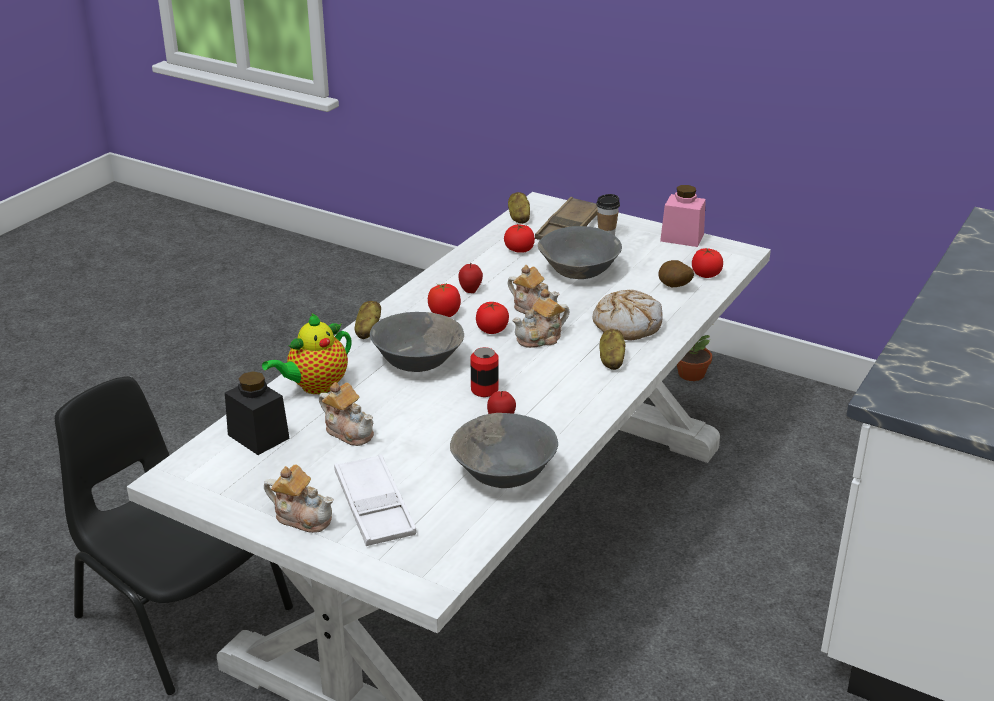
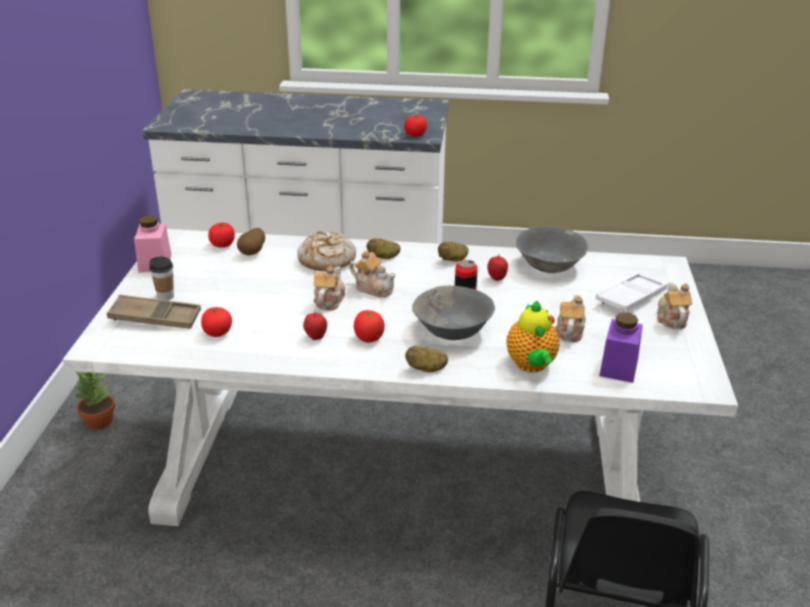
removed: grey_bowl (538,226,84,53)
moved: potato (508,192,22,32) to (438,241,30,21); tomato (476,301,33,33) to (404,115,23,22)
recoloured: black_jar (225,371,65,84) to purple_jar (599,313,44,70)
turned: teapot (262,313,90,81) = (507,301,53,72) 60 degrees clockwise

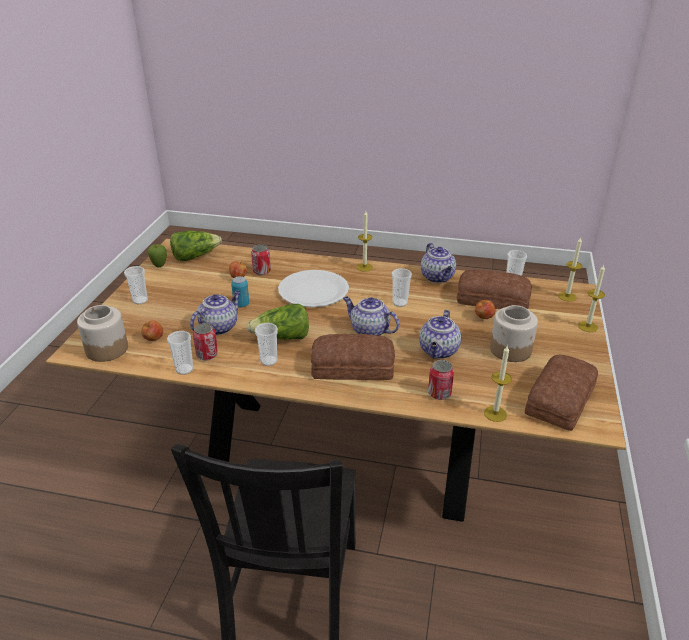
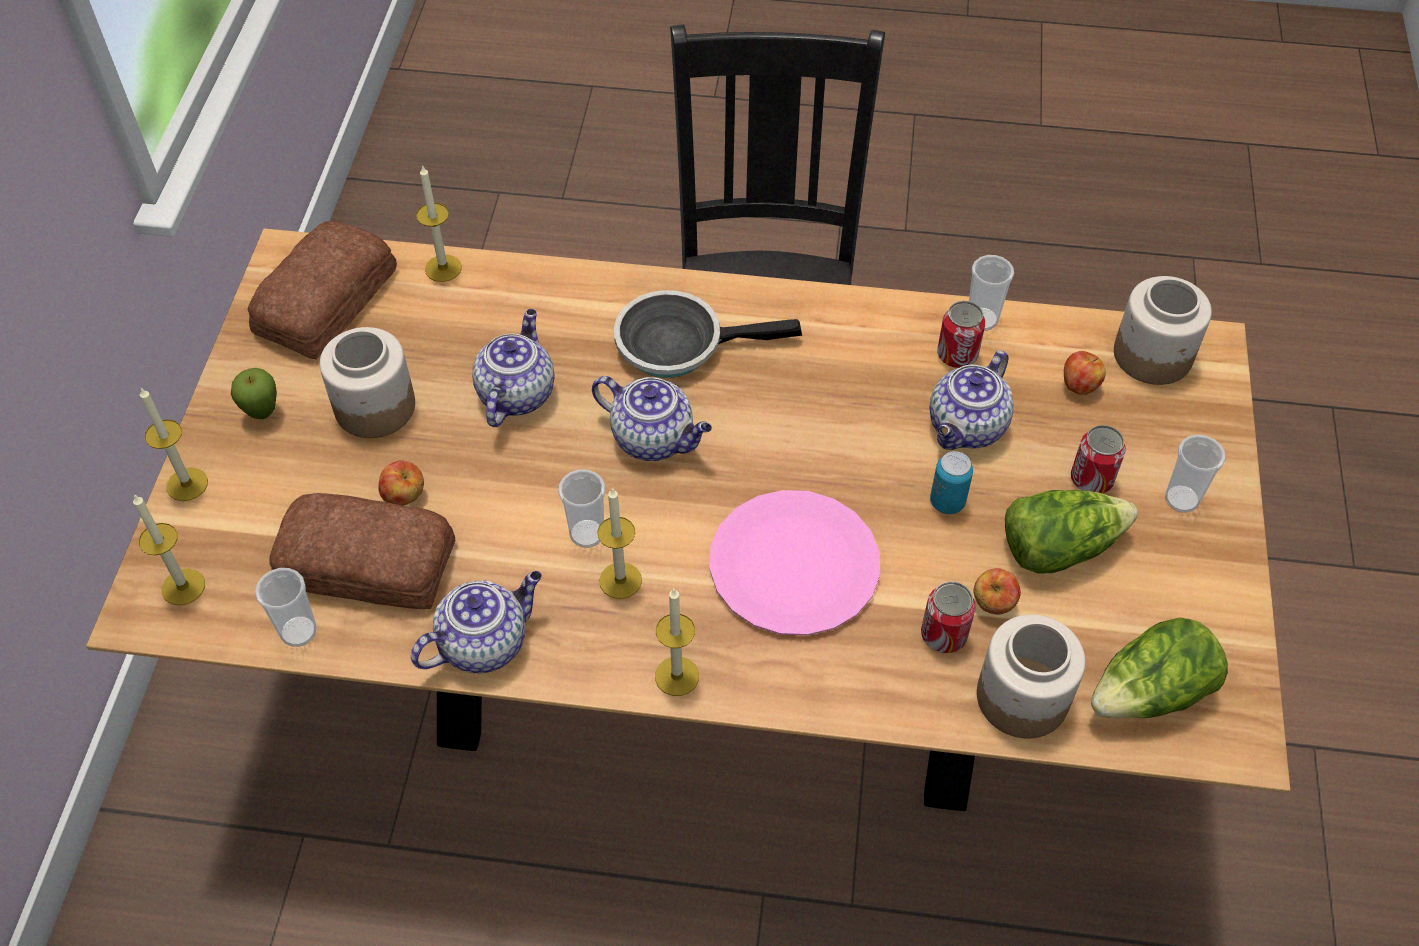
removed: cup (255,323,23,43)
added: candle (597,488,45,111); jar (977,614,108,125)
moved: apple (148,244,19,24) to (231,368,46,51); lettuce (246,304,63,36) to (1005,490,133,83); can (428,360,26,40) to (1071,425,55,69)
replaced: bread (311,334,84,46) to frying_pan (614,290,188,88)
recoloured: white_plate (278,270,71,37) to pink_plate (709,490,171,145)
turned: teapot (421,243,35,40) = (411,571,131,102) 75 degrees clockwise

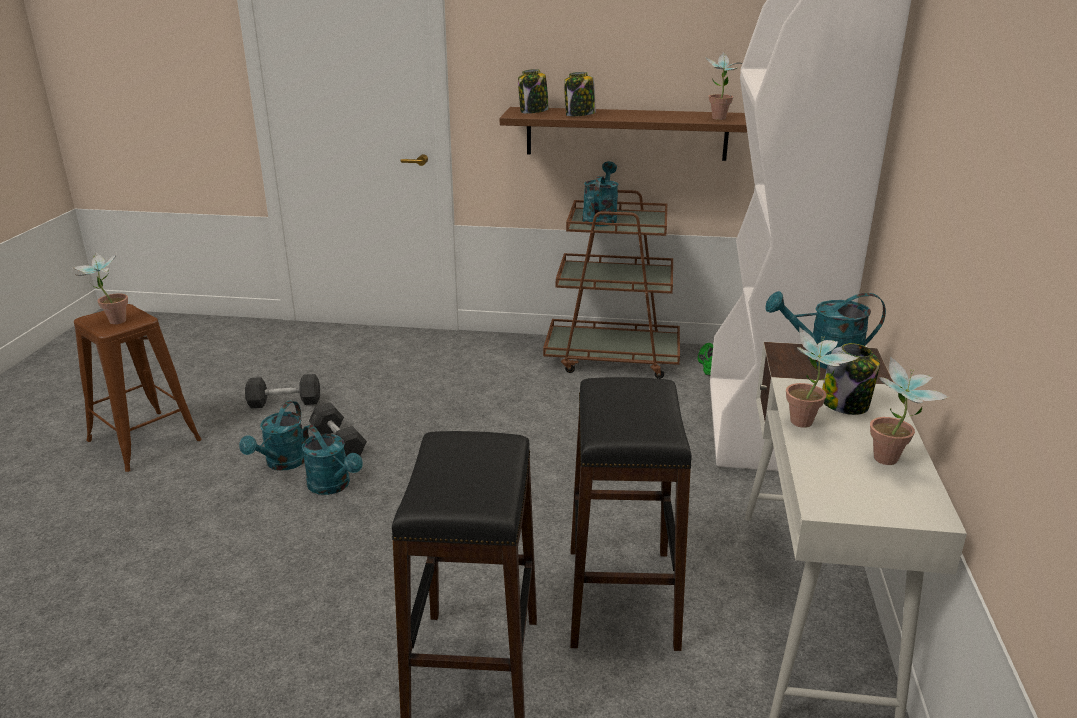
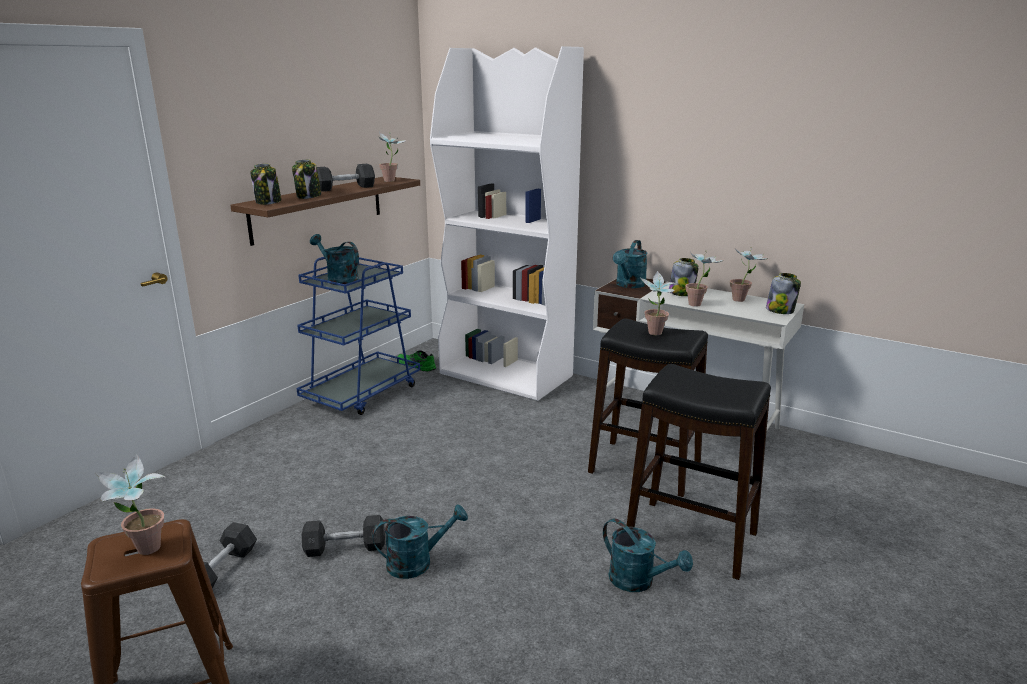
added: grey_dumbbell (317,164,58,28); potted_plant (641,271,36,64); jar (766,273,35,41)
moved: turquoise_watering_can (239,401,65,70) to (603,518,90,74)
recoloured: brown_cart (543,190,137,189) to blue_cart (296,257,124,158)

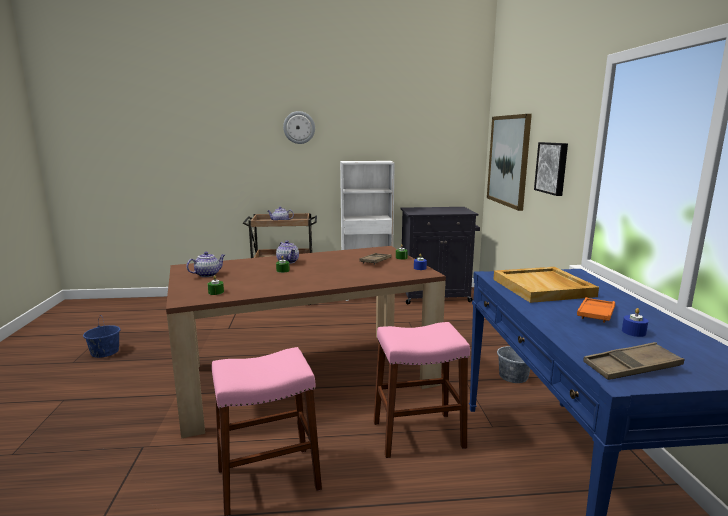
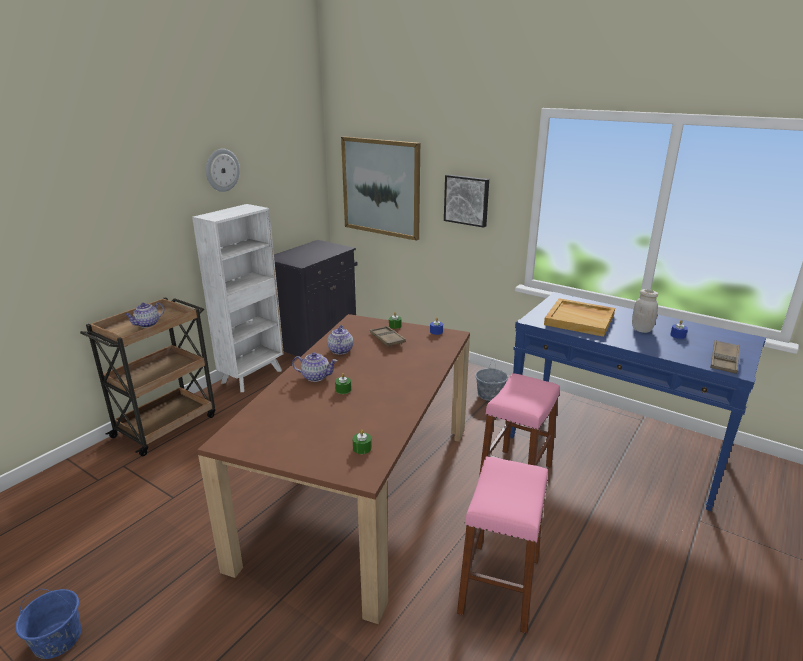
moved: wall_clock (283,111,32,33) to (206,149,34,43); teapot (186,252,39,25) to (327,325,26,29)
replaced: orange_tray (577,297,38,26) to white_jar (632,289,26,44)

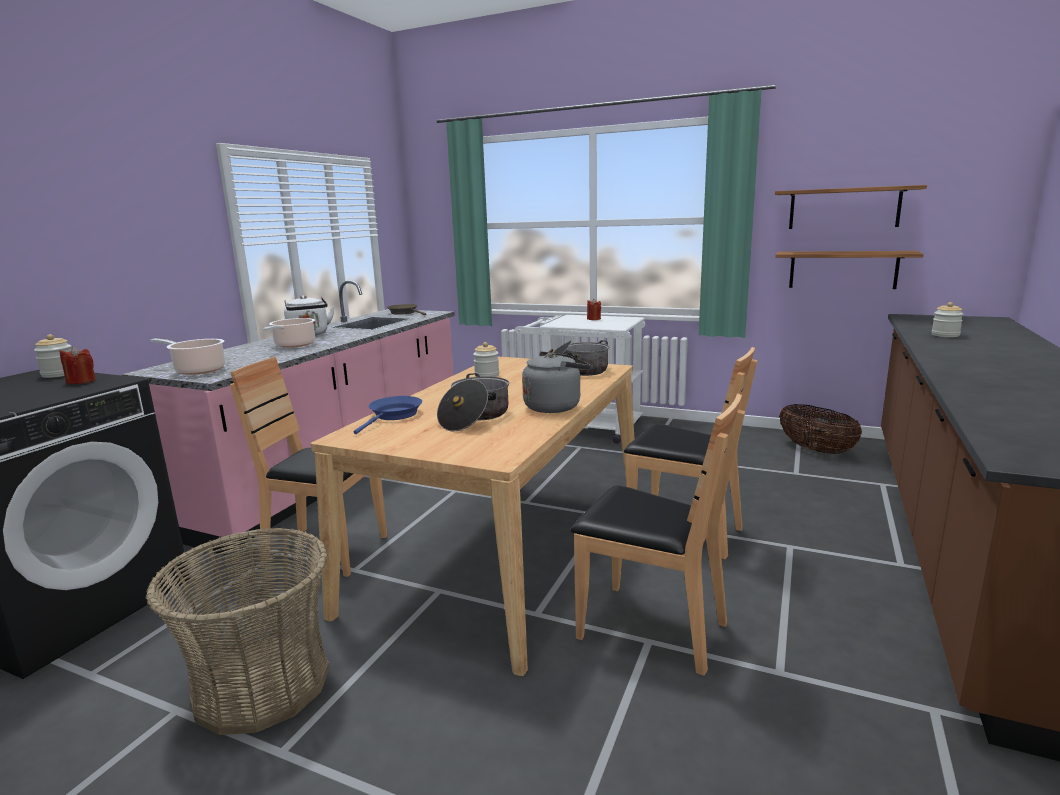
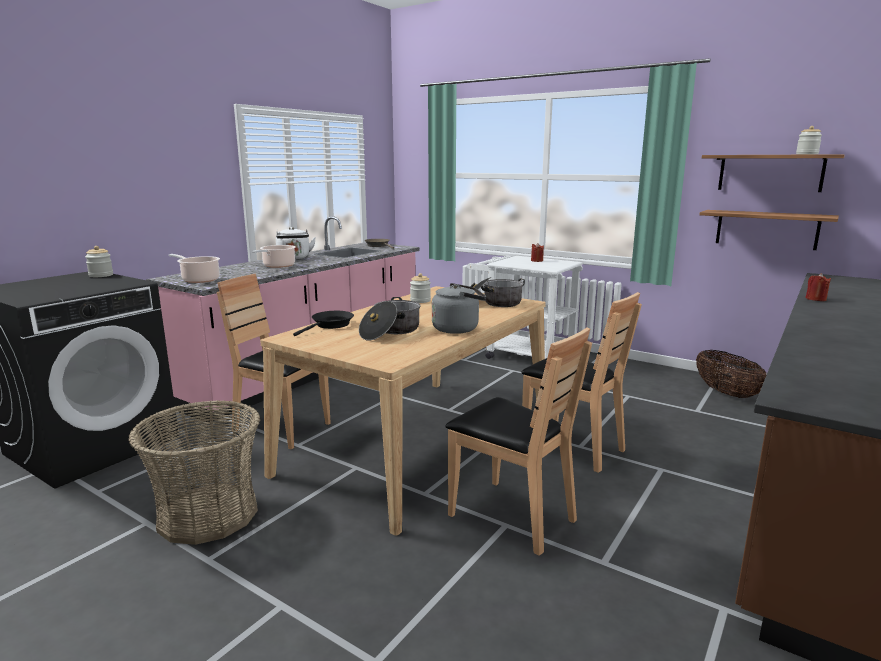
moved: jar (931,302,32,35) to (796,126,26,28); red_candle (60,346,36,38) to (805,273,26,28)
recoloured: blue_frying_pan (353,396,69,38) to black_frying_pan (293,311,61,25)

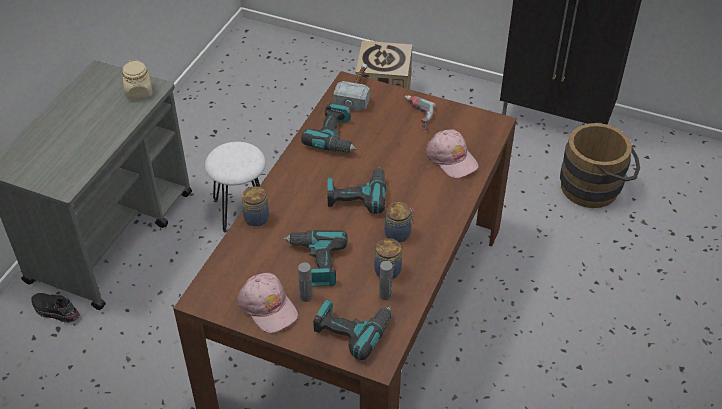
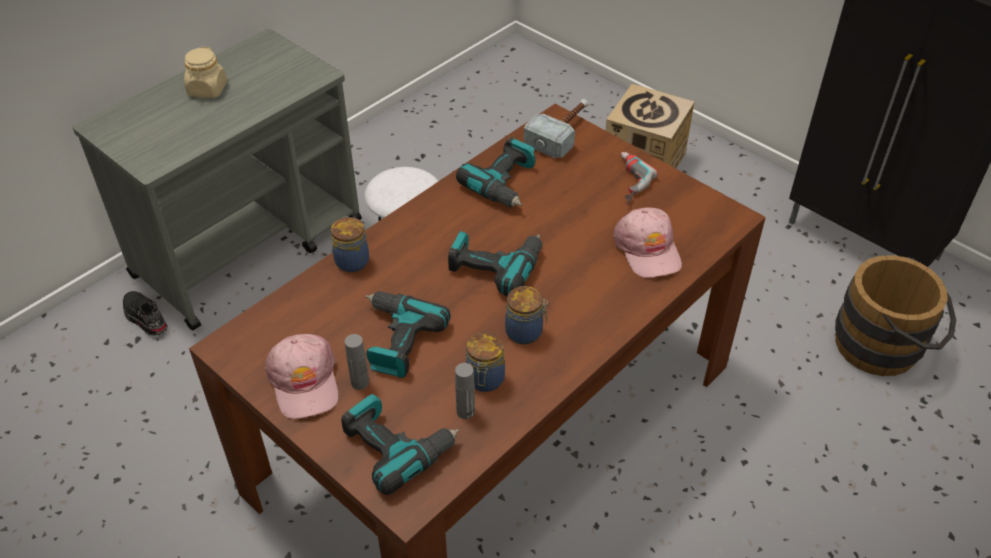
moved: beige_jar (122,60,31,40) to (184,46,43,52)

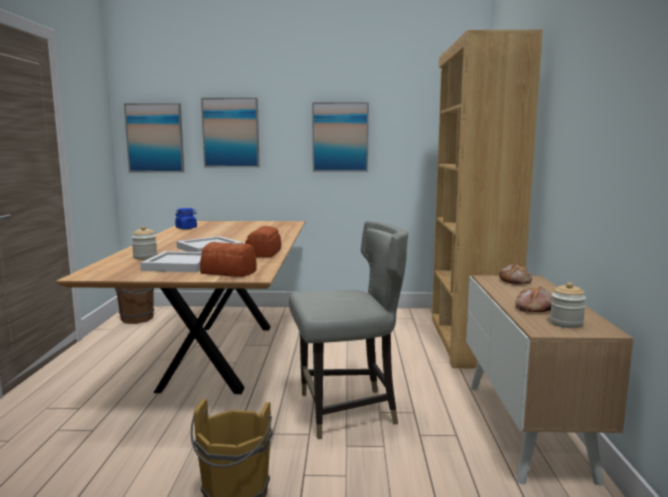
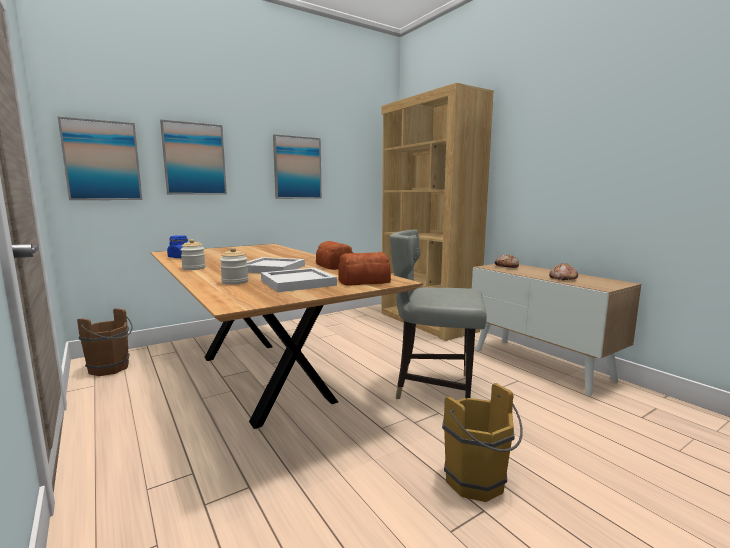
moved: jar (550,282,36,46) to (180,239,26,31)
turned: grey_chair (289,221,119,218) = (390,230,97,169) 120 degrees counterclockwise

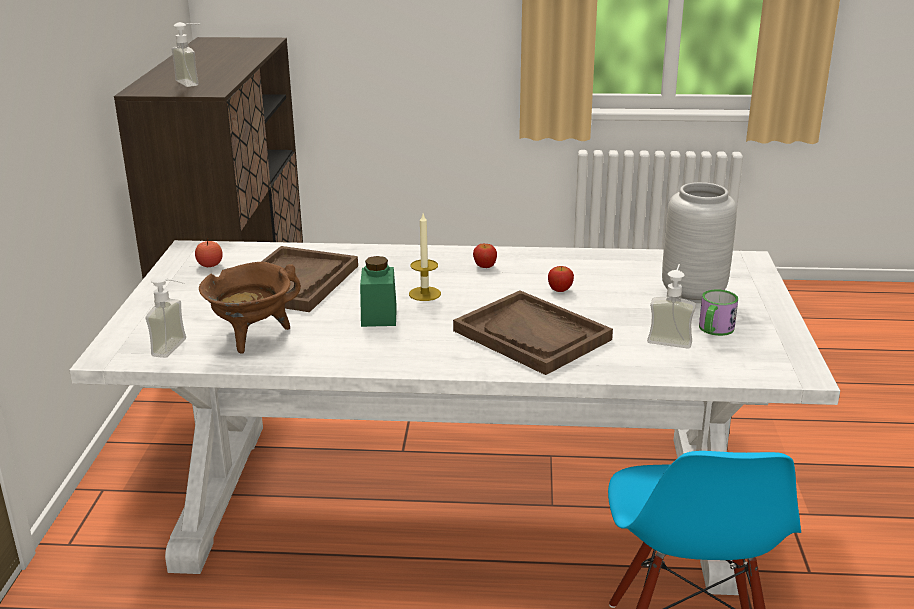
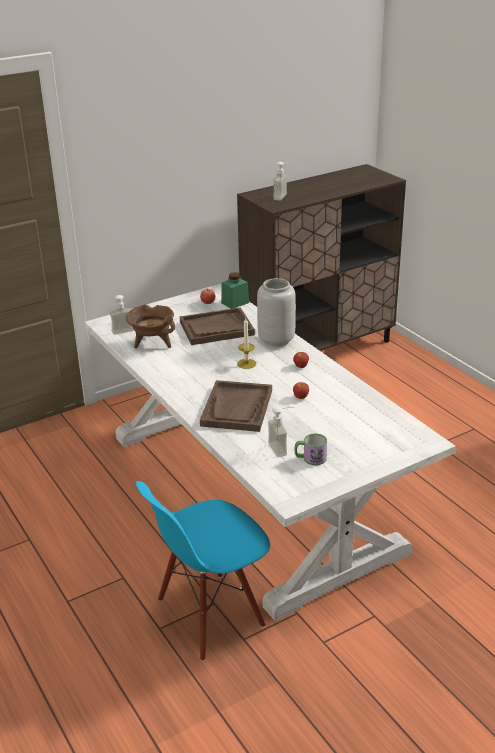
moved: grey_vase (662,182,75,121) to (257,278,39,69); green_jar (360,256,37,71) to (221,272,28,37)

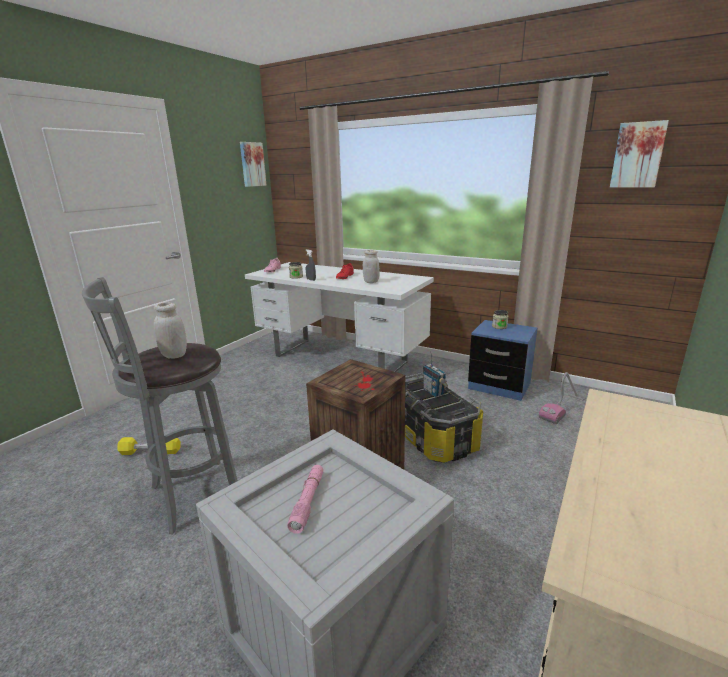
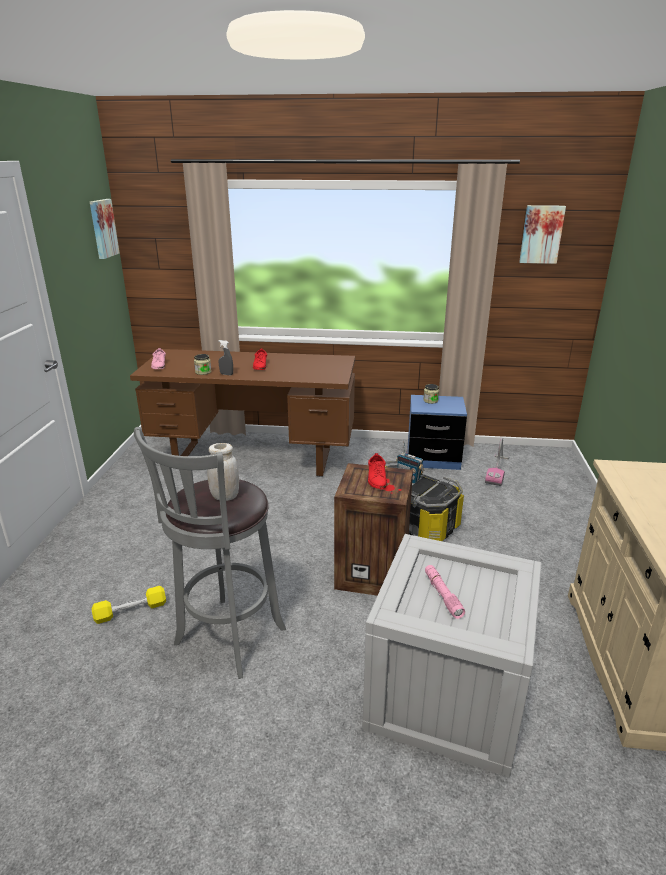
removed: white_jar (363,250,17,33)
added: red_shoe (368,453,19,36)
recoloured: white_desk (245,262,189,110) to brown_desk (130,349,225,128)

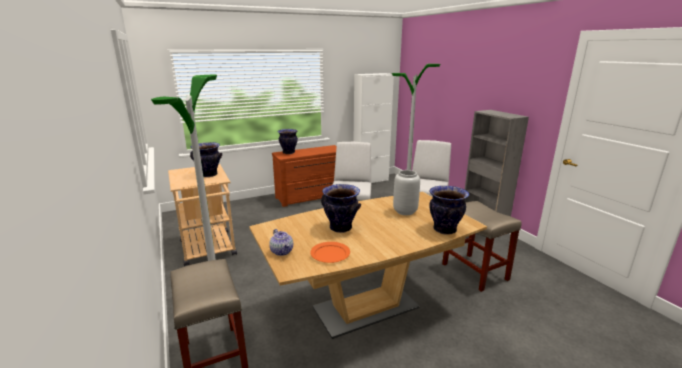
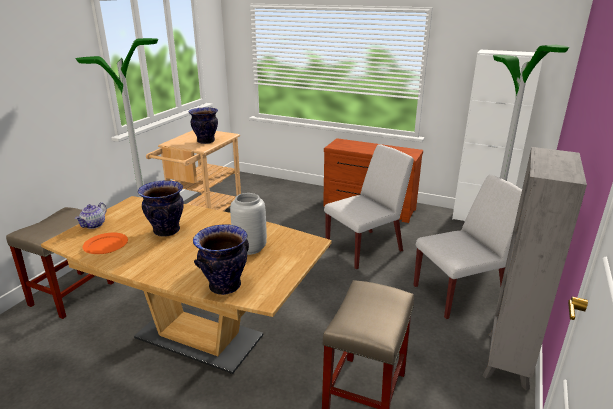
removed: vase (278,129,20,25)

